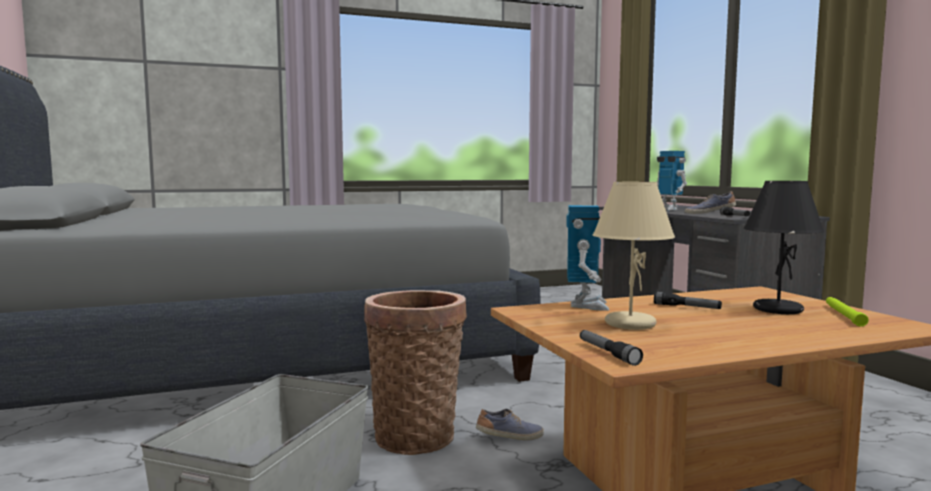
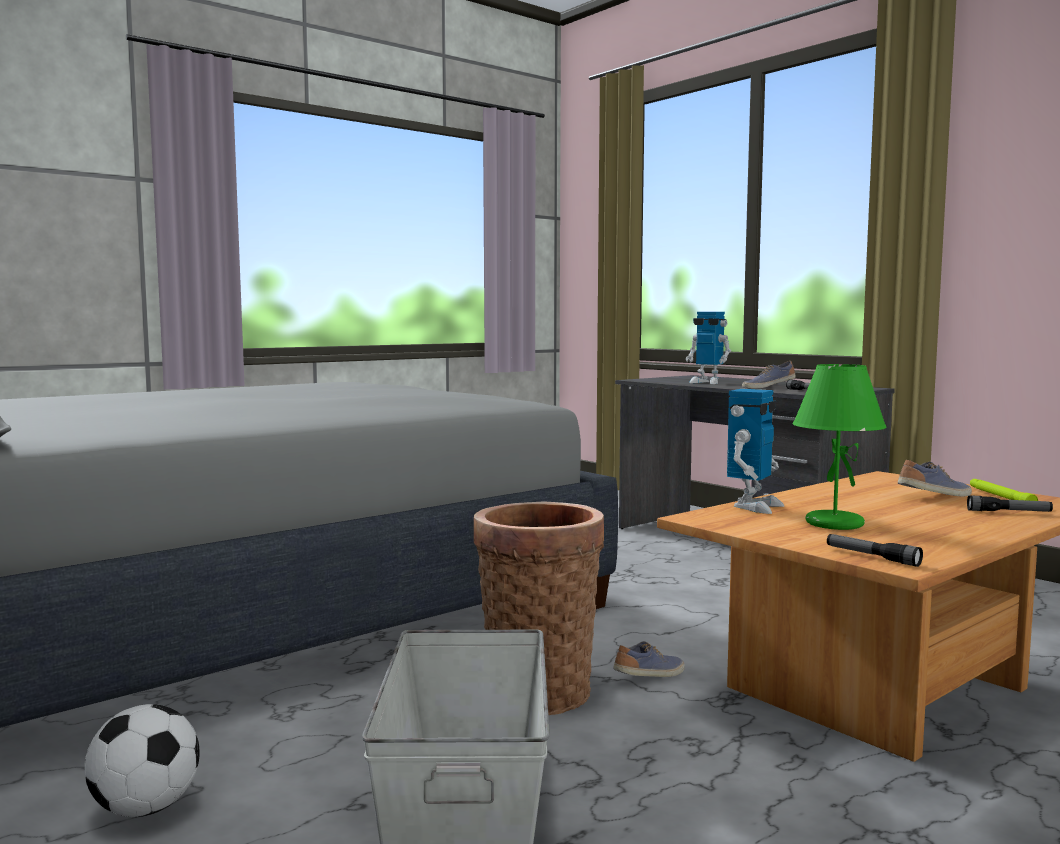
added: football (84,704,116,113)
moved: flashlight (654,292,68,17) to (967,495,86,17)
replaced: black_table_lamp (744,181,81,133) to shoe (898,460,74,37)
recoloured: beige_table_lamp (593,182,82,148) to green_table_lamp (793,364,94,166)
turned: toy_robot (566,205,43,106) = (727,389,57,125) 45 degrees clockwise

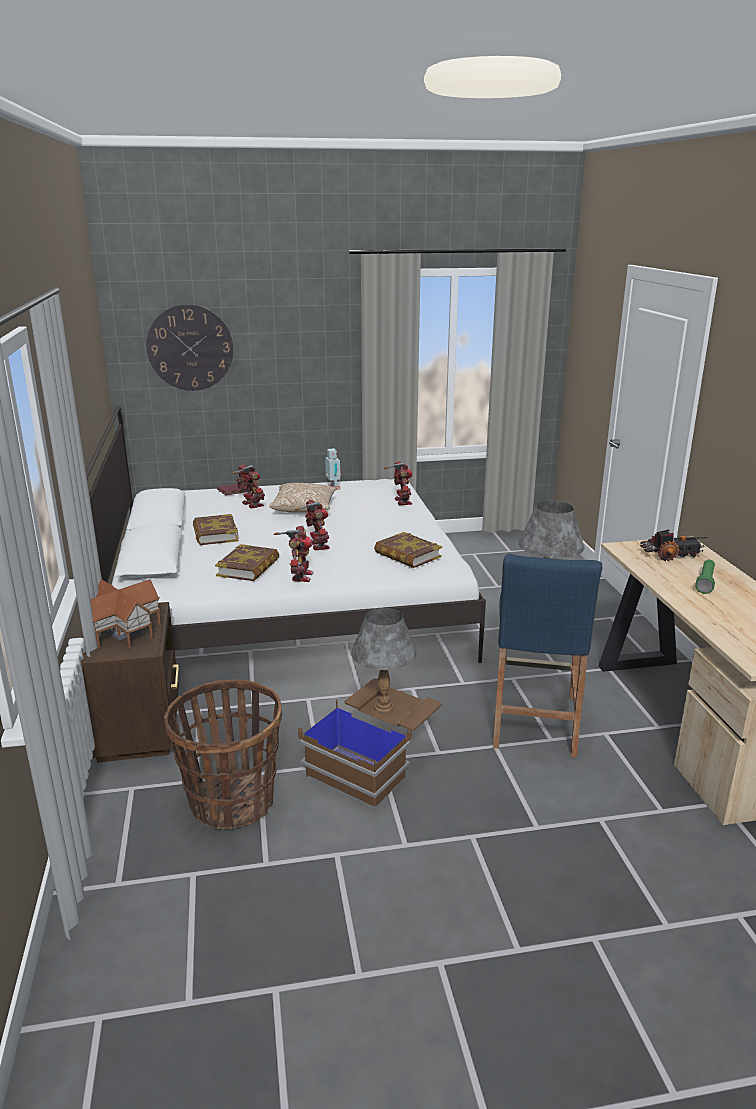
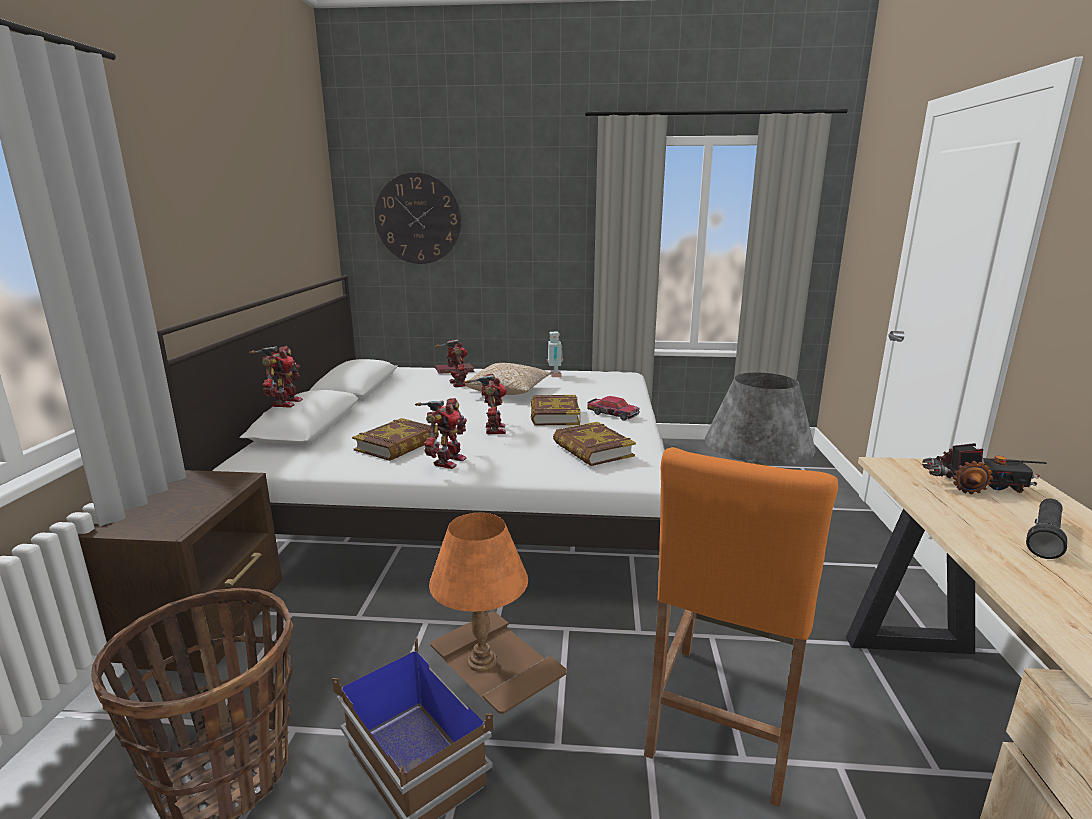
removed: toy_house (90,579,71,69)
added: toy_car (587,396,53,25)
moved: toy_robot (384,461,28,44) to (249,346,54,62); book (193,514,45,31) to (531,395,49,30)
recoloured: blue_stool (493,554,109,203) to orange_stool (644,447,194,360); green_flashlight (695,560,20,34) to black_flashlight (1026,498,42,61); grey_table_lamp (351,608,66,105) to orange_table_lamp (429,513,99,159)

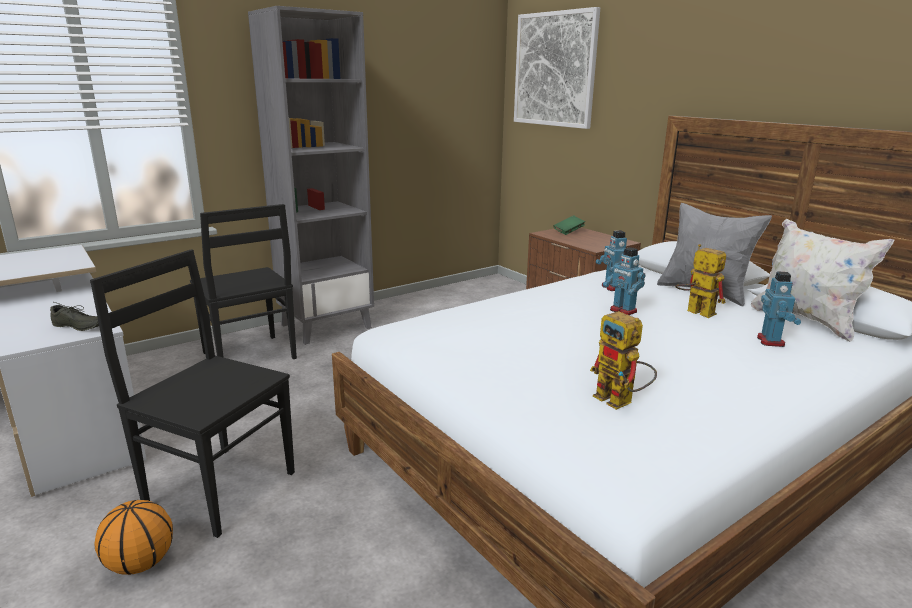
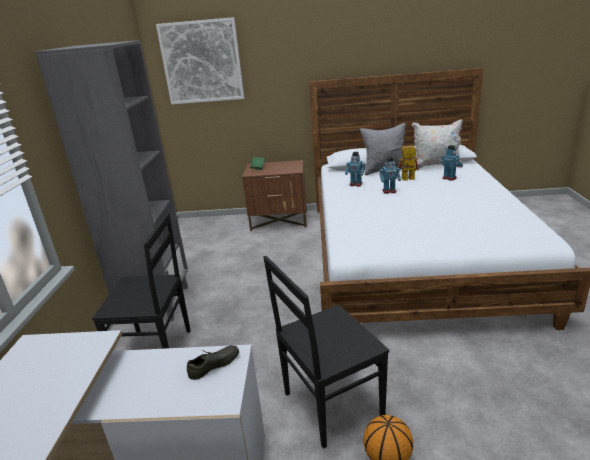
removed: toy_robot (590,311,67,99)

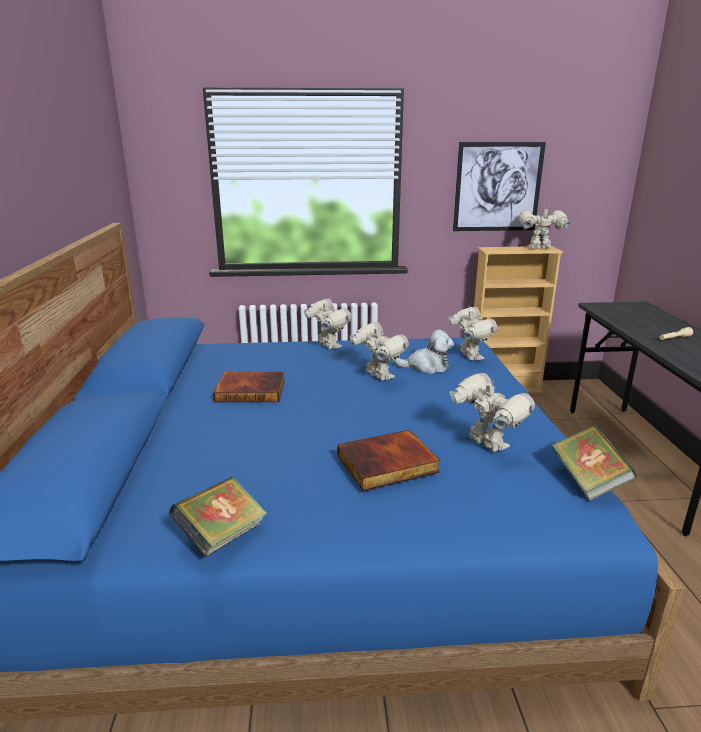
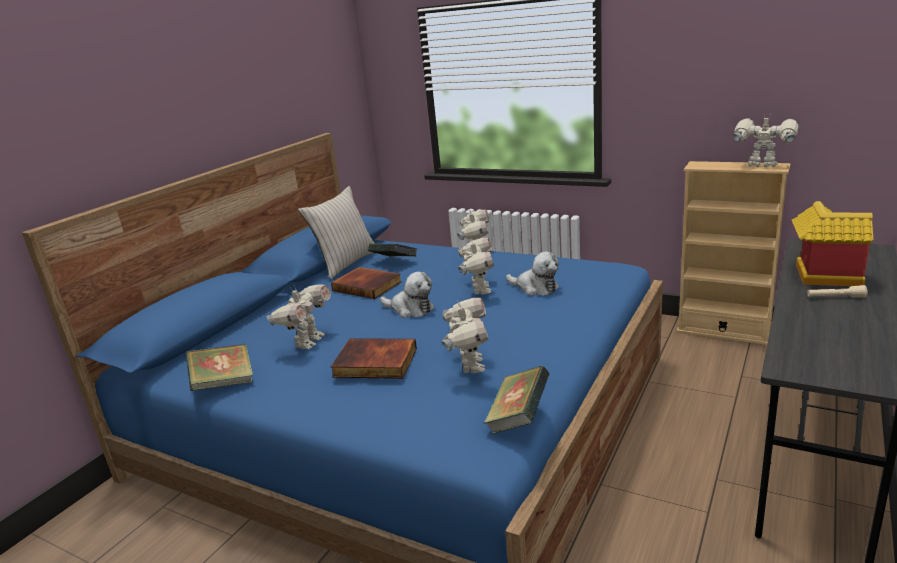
removed: picture (453,142,93,89)
added: beige_pillow (298,186,77,93); toy_house (792,201,82,85); book (368,243,49,14); plush_toy (380,272,54,46)
moved: toy_robot (448,306,50,54) to (267,284,64,65)

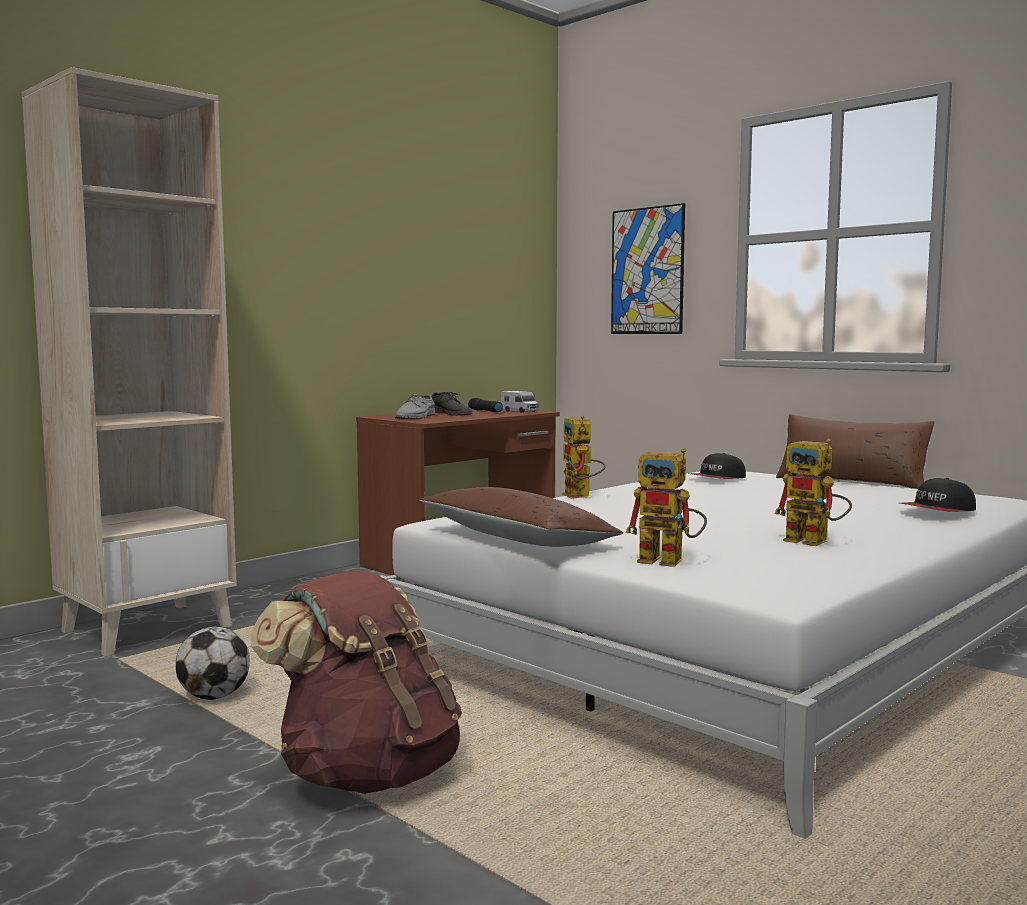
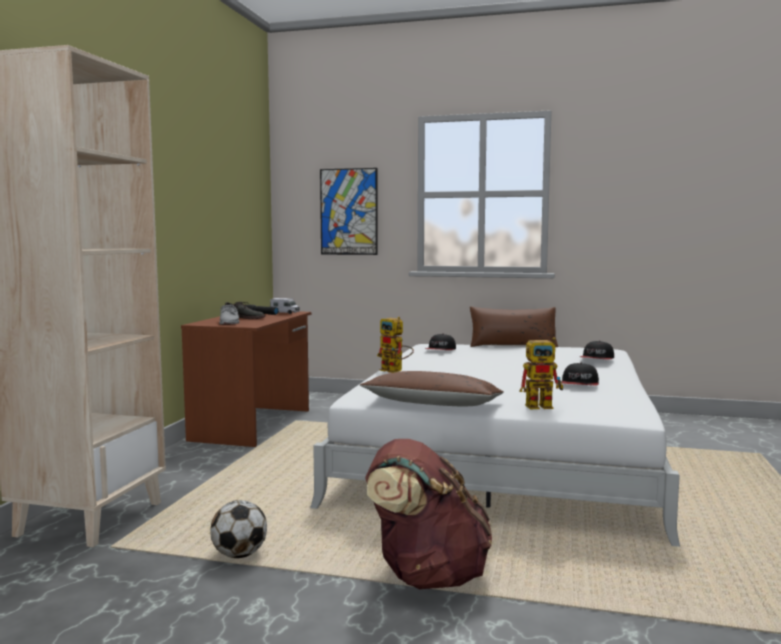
replaced: toy_robot (775,439,77,107) to cap (562,362,37,23)

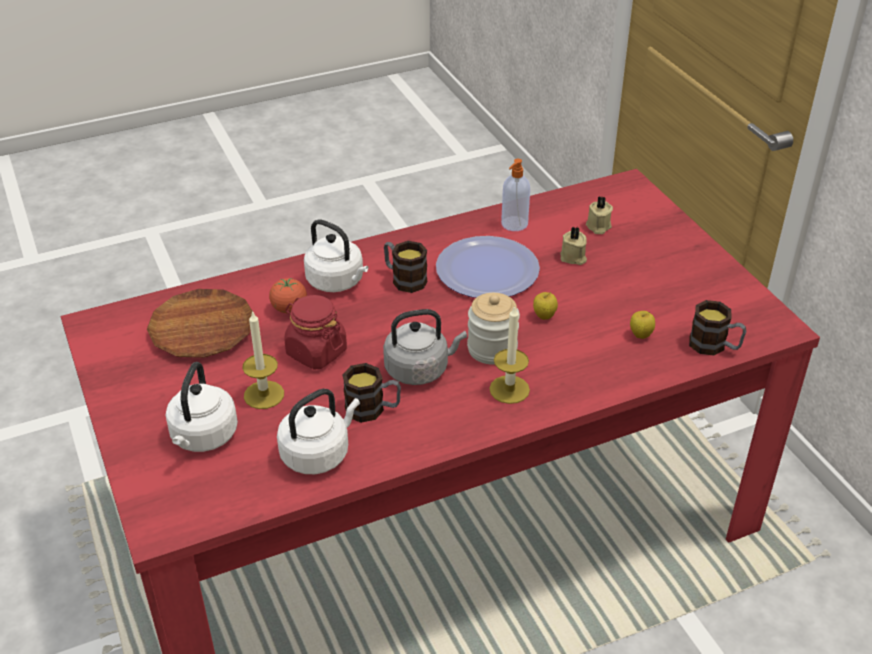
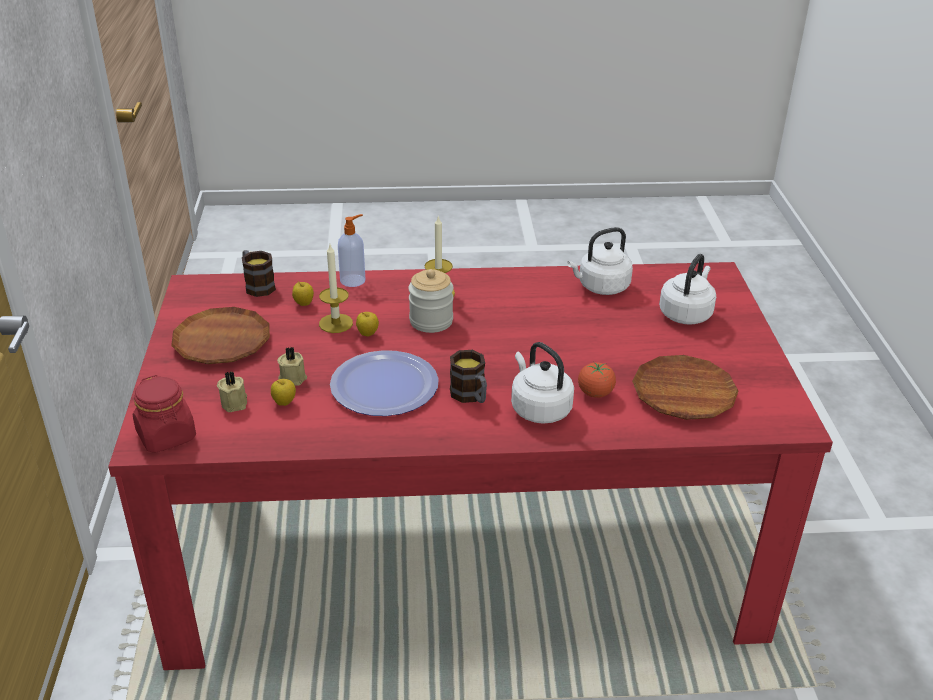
removed: grey_kettle (383,309,84,76); mug (343,363,58,60)
added: brown_plate (171,307,99,57); apple (271,379,25,27)
moved: soap_dispenser (501,159,29,72) to (338,214,27,73); red_jar (284,295,63,75) to (133,375,63,78); candle (242,310,42,99) to (319,245,34,88)

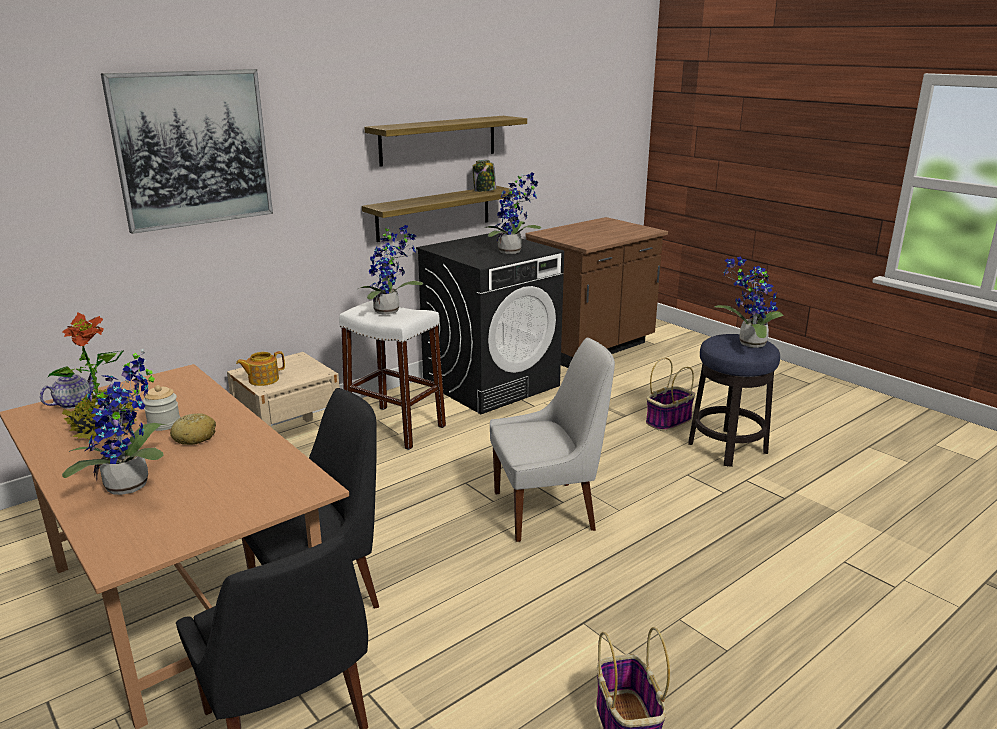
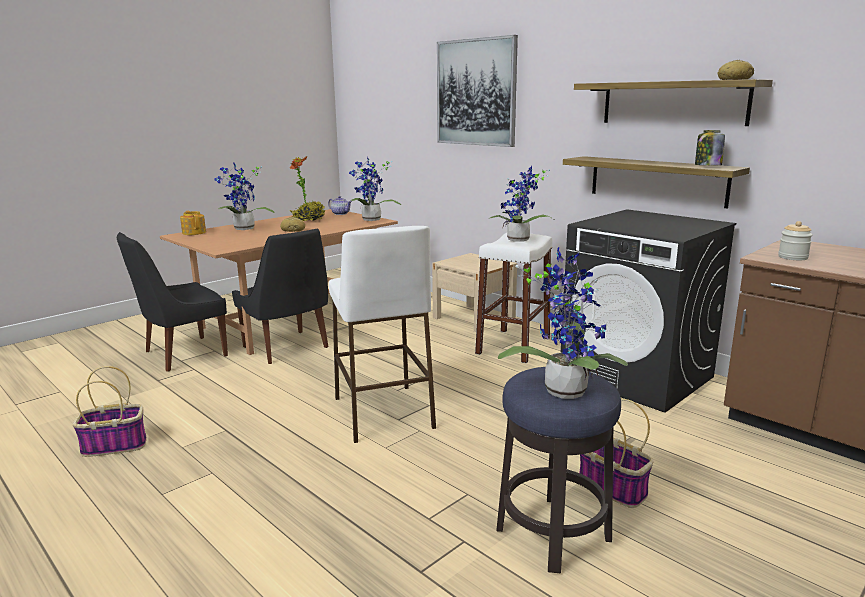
added: bread (717,60,37,20)
moved: potted_plant (485,172,56,82) to (349,157,52,64); teapot (236,351,49,35) to (180,211,26,24); jar (143,385,37,46) to (778,221,35,39)
replaced: white_chair (490,338,125,204) to white_stool (329,226,107,217)

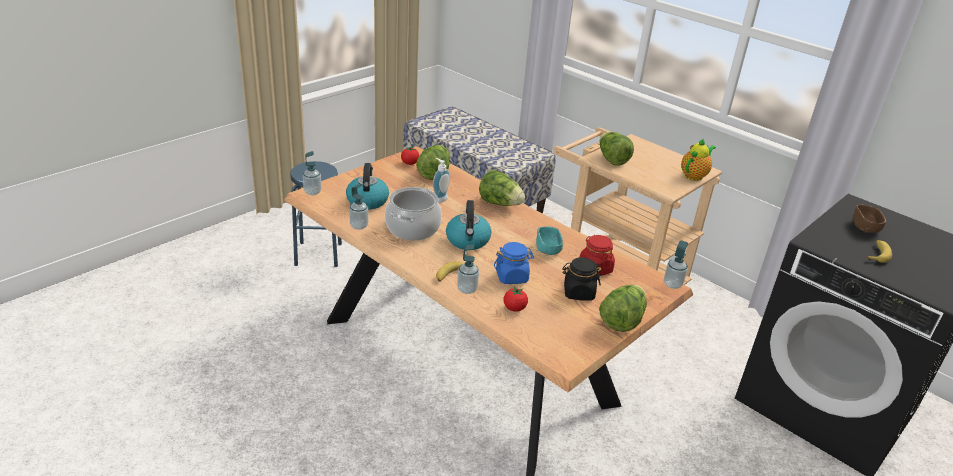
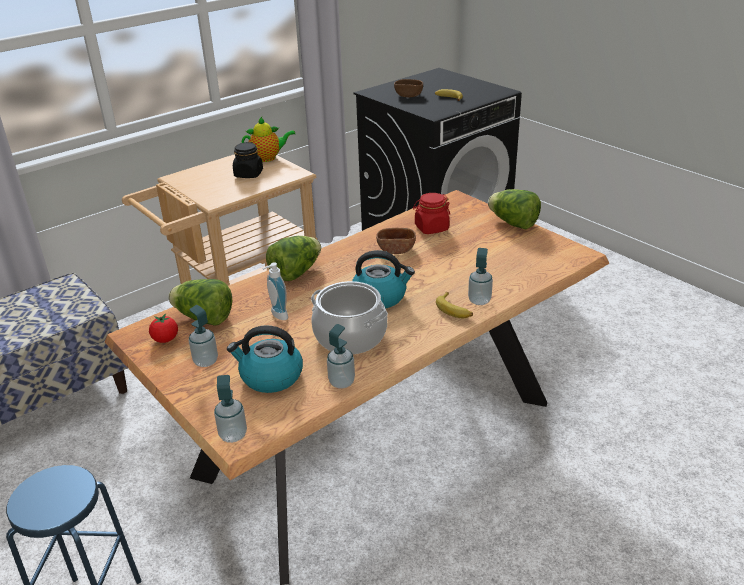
removed: lettuce (600,132,34,34); blue_jar (494,242,40,42); tomato (504,287,24,25)
moved: soap_dispenser (664,240,24,49) to (188,305,30,62); black_jar (562,257,40,44) to (233,142,30,36)
recoloured: turquoise_bowl (536,226,27,29) to brown_bowl (376,228,40,26)
turned: teapot (681,138,35,43) = (242,117,53,45) 120 degrees clockwise

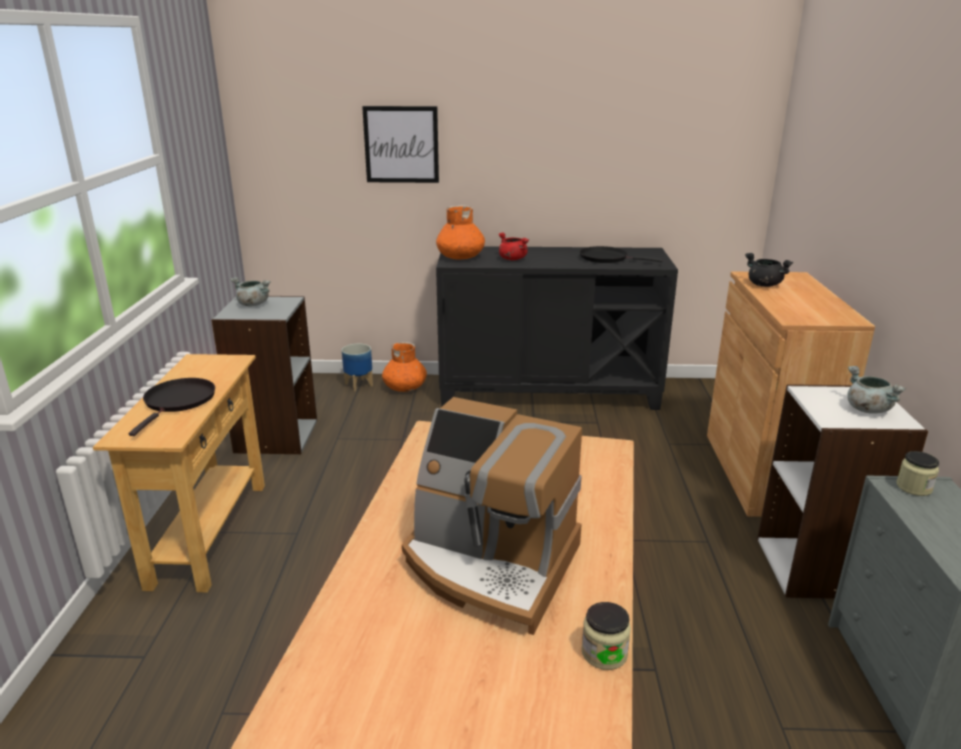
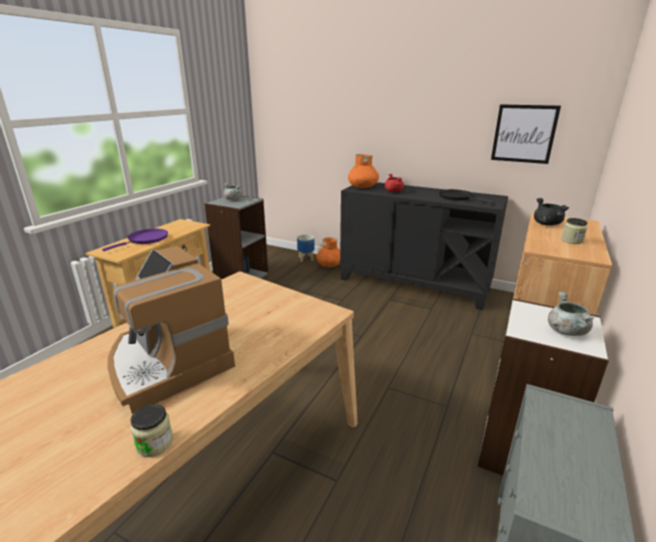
moved: picture (362,106,77,77) to (491,104,70,60); jar (896,451,43,45) to (561,218,27,26)
recoloured: black_frying_pan (129,378,86,58) to purple_frying_pan (102,229,66,22)

